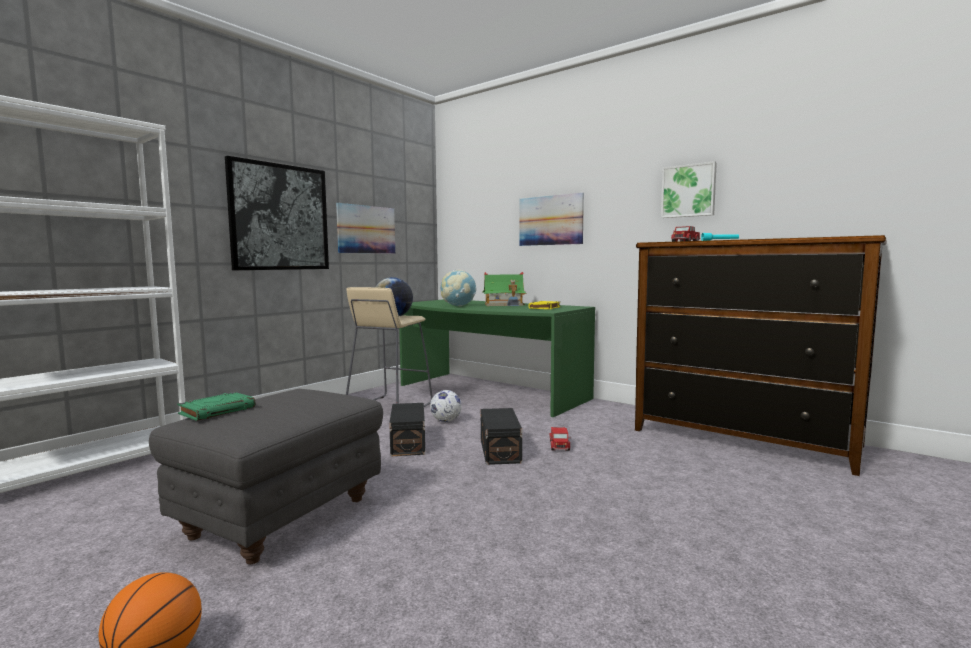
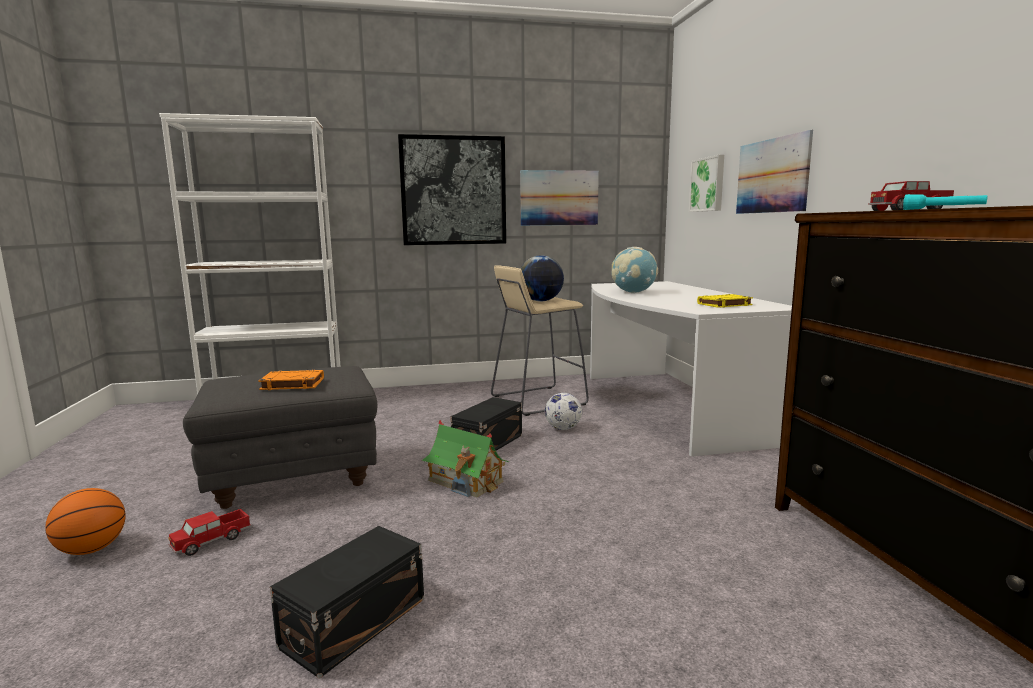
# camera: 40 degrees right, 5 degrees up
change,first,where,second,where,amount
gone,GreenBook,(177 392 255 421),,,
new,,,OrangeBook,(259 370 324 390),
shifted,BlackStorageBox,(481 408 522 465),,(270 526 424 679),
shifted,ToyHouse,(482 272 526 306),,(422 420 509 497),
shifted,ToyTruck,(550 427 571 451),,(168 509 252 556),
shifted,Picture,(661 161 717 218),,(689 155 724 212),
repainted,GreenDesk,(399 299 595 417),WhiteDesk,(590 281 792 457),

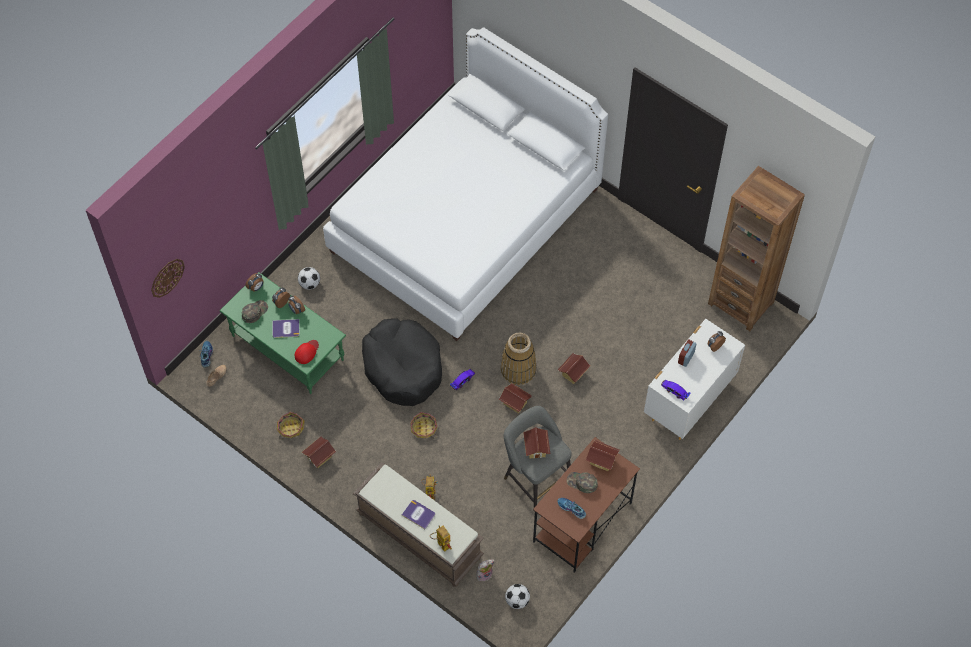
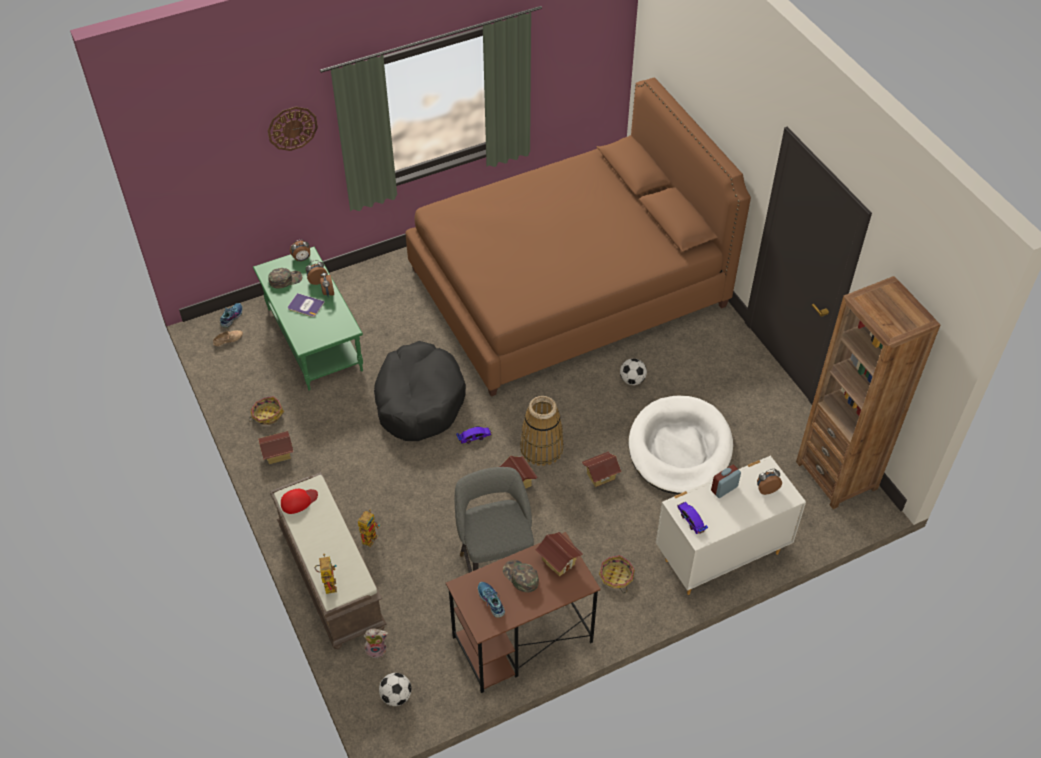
# camera: 25 degrees right, 10 degrees down
change,first,where,second,where,amount
gone,Book,(402 500 435 529),,,
gone,ToyHouse,(523 427 550 459),,,
new,,,WhiteDogBed,(629 396 733 494),
shifted,WallClock,(151 259 185 298),,(268 107 318 151),
shifted,RedCap,(295 340 319 364),,(281 489 318 514),
shifted,Football,(298 267 320 290),,(620 358 647 385),
shifted,Basket,(410 412 438 439),,(599 555 635 593),
repainted,WhiteBed,(323 27 608 341),BrownBed,(406 78 751 397),

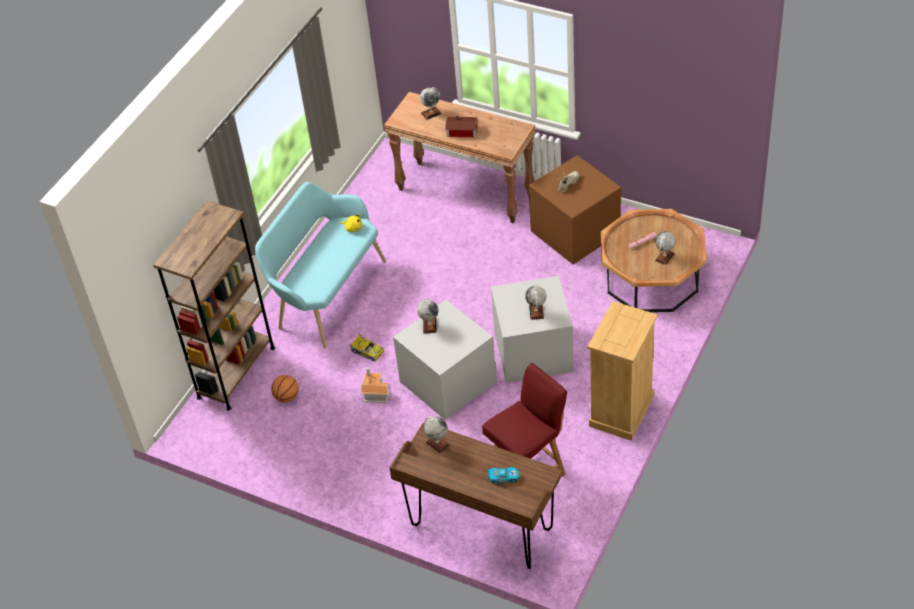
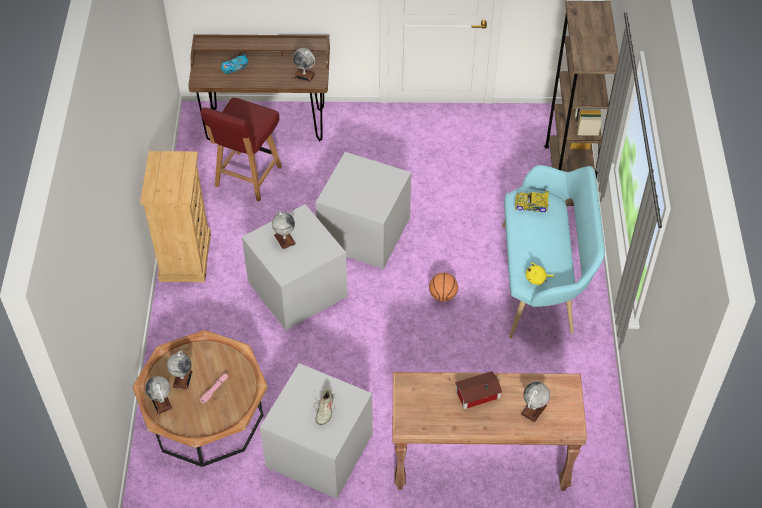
# camera: 150 degrees right, 5 degrees up
change,first,where,second,where,amount
gone,ToyHouse,(361 367 389 402),,,
shifted,Basketball,(271 375 299 402),,(429 273 458 302),
shifted,ToyCar,(350 334 384 362),,(515 191 550 212),
shifted,Globe,(417 297 438 334),,(145 376 173 414),
repainted,BrownStorageBox,(529 155 621 264),GreyStorageBox,(260 363 373 498),

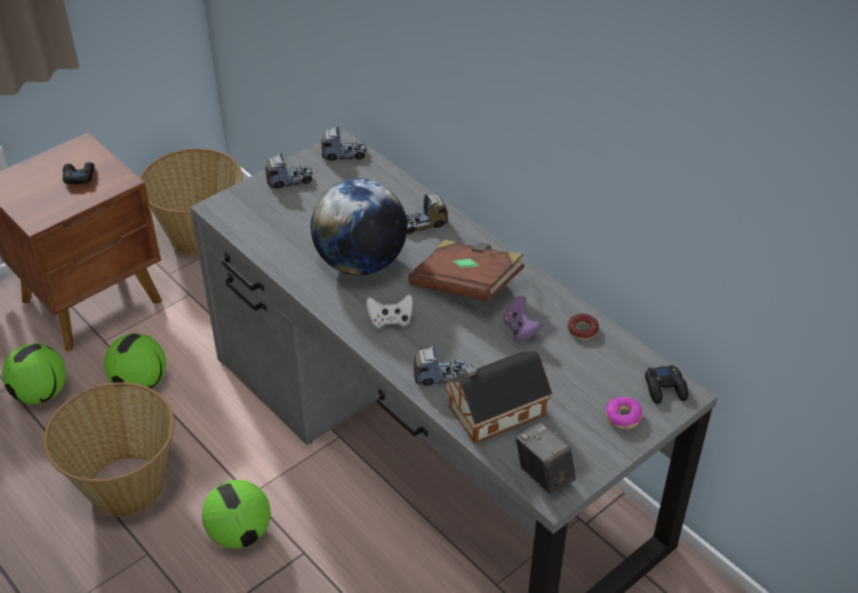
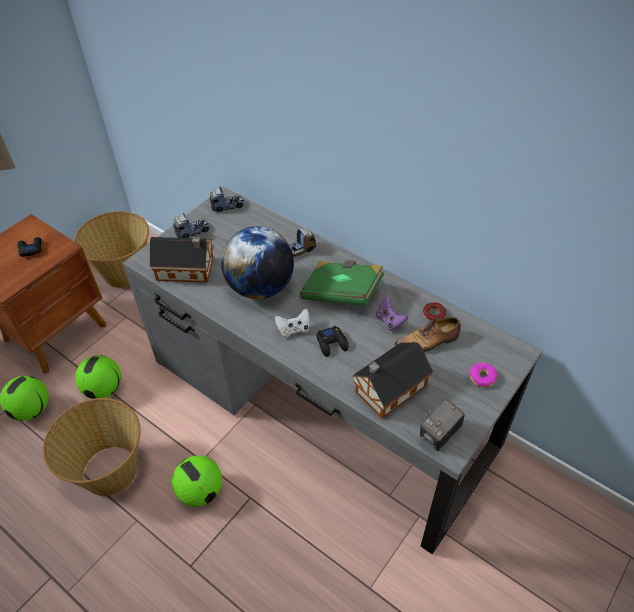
# camera: 10 degrees left, 5 degrees up
change,first,where,second,where,amount
gone,ToyTruck,(413 345 467 386),,,
new,,,ToyHouse,(150 237 214 282),
new,,,Shoe,(395 317 461 352),
shifted,BlackGameController,(645 365 688 404),,(316 326 348 357),
repainted,BrownBook,(408 240 524 302),GreenBook,(300 260 384 306),
rotated,PhotoCamera,(516 422 576 495),,(420 398 465 451),90 degrees counterclockwise

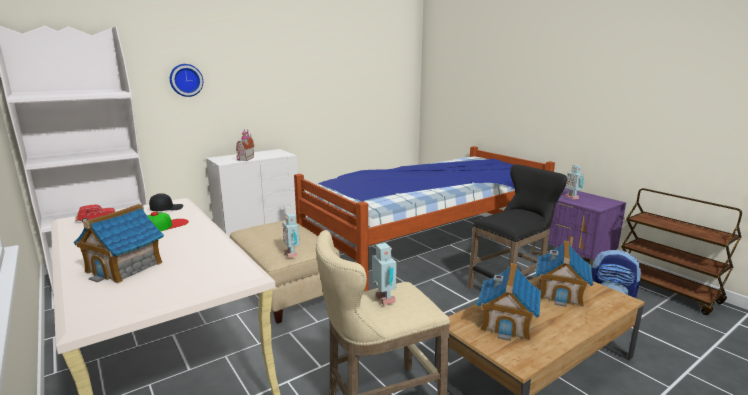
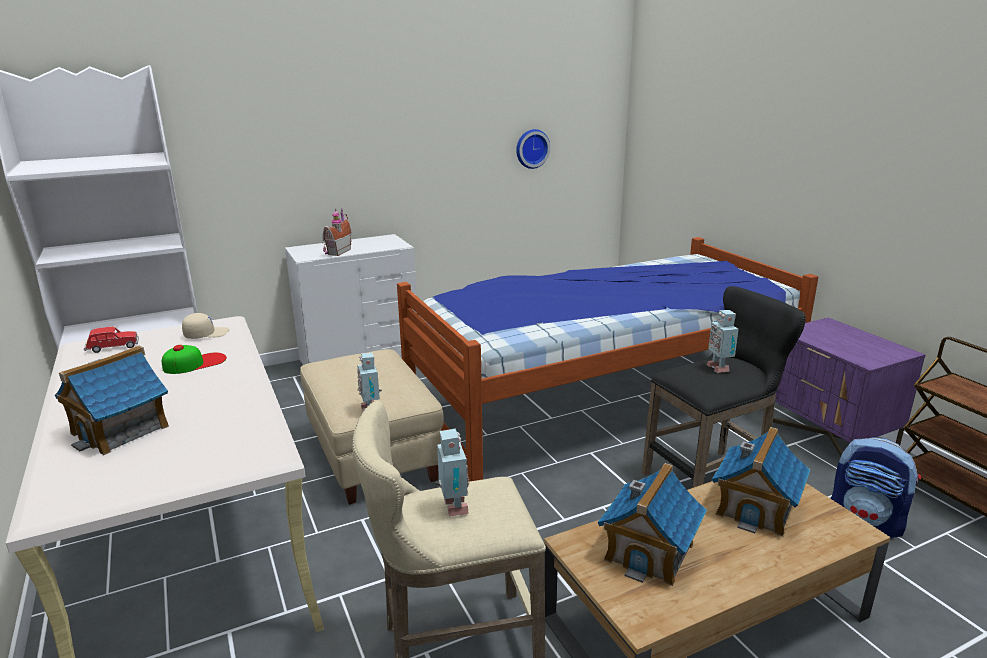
# camera: 10 degrees right, 5 degrees up
change,first,where,second,where,amount
shifted,WallClock,(170 64 203 97),,(516 129 550 169),
shifted,ToyRobot,(565 165 584 199),,(707 310 739 373),
repainted,BlackCap,(149 193 183 211),BeigeCap,(182 313 229 339),

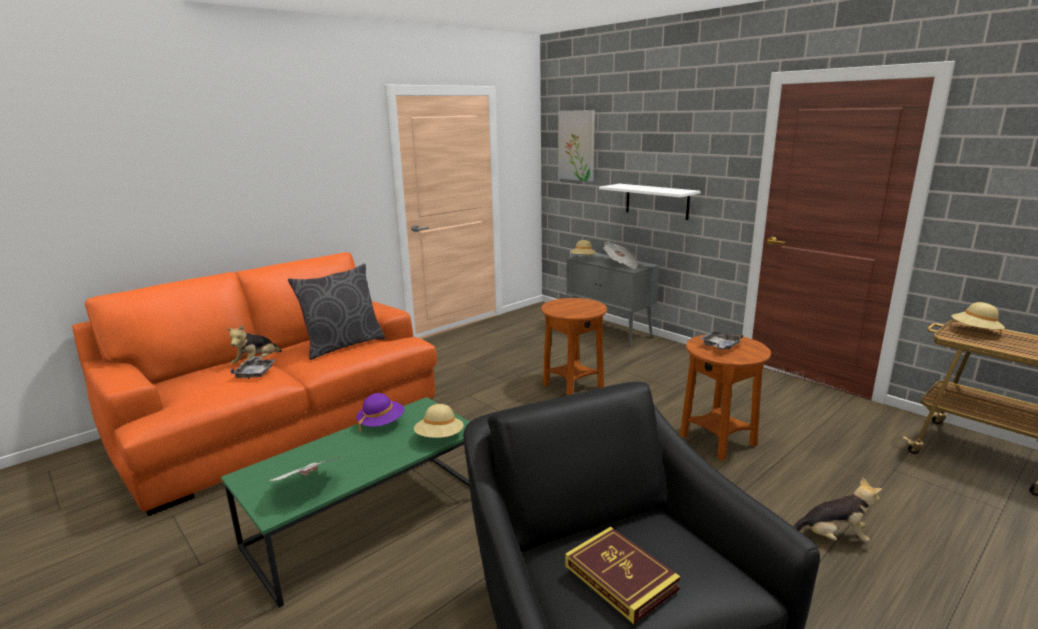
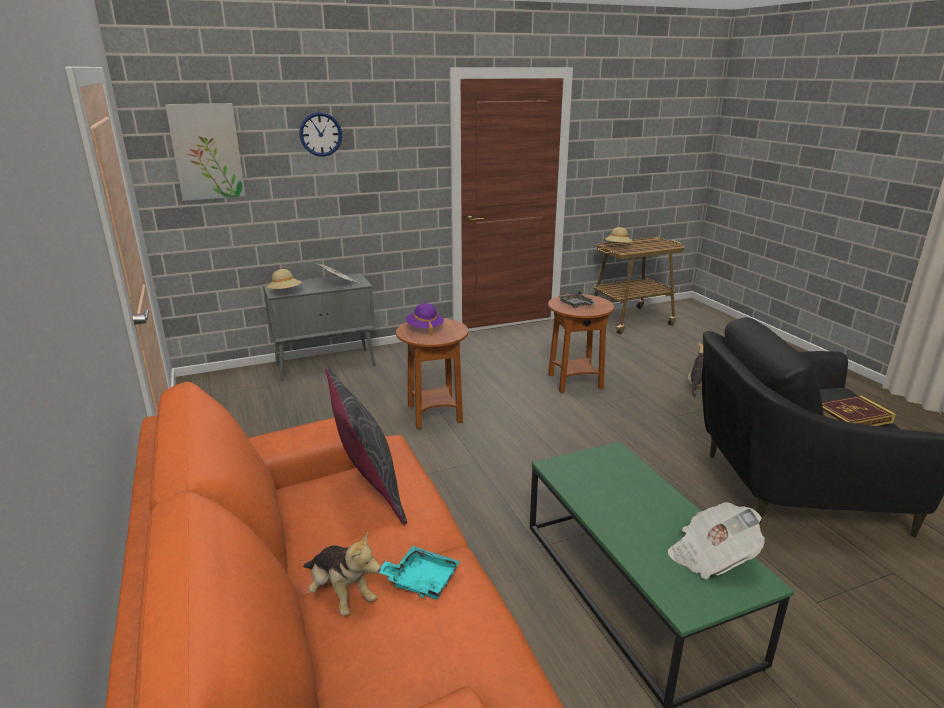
# camera: 70 degrees left, 5 degrees up
change,first,where,second,where,amount
gone,BeigeHat,(414 404 464 438),,,
gone,WhiteShelf,(599 184 701 220),,,
new,,,WallClock,(299 112 342 157),
shifted,PurpleHat,(356 393 404 433),,(406 303 444 335),
repainted,GreyTray,(231 356 276 379),TurquoiseTray,(378 546 460 600),

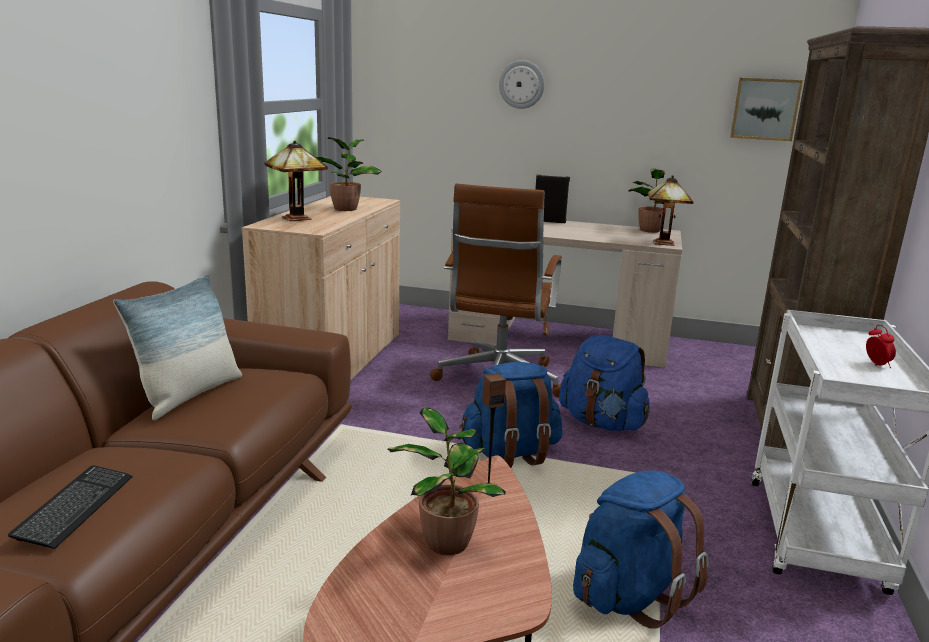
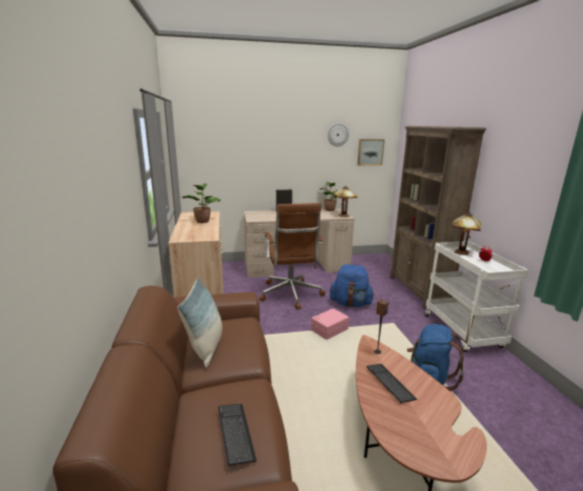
# camera: 25 degrees left, 0 degrees up
change,first,where,second,where,amount
shifted,TableLamp,(264 140 328 221),,(451 212 481 255),
shifted,WallClock,(499 60 544 109),,(328 123 349 146),
swapped,PottedPlant,(388 408 506 555),Keyboard,(366 364 418 404),
swapped,BlueBackpack,(459 362 563 468),PinkStorageBox,(311 308 349 340),

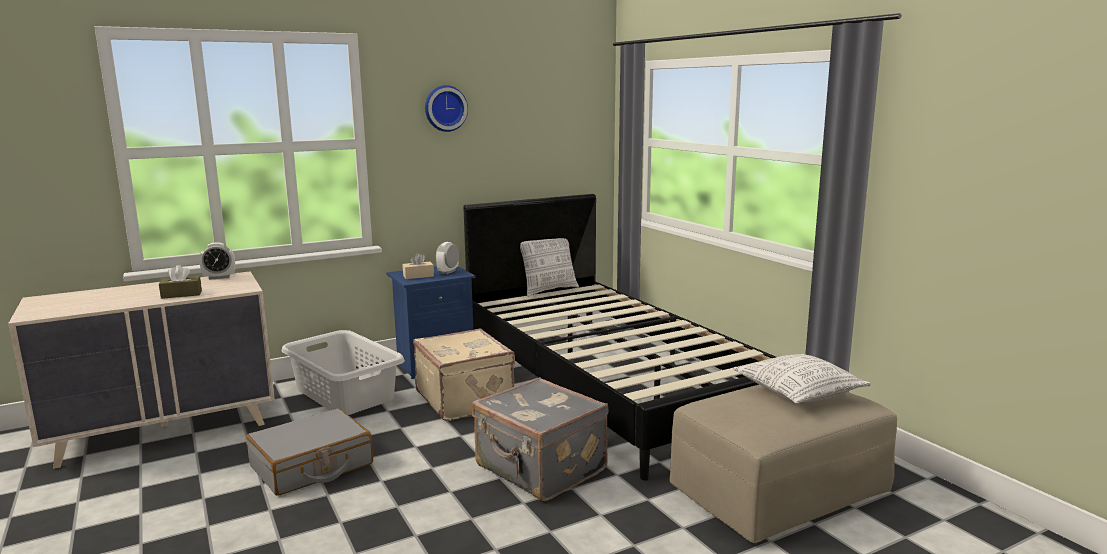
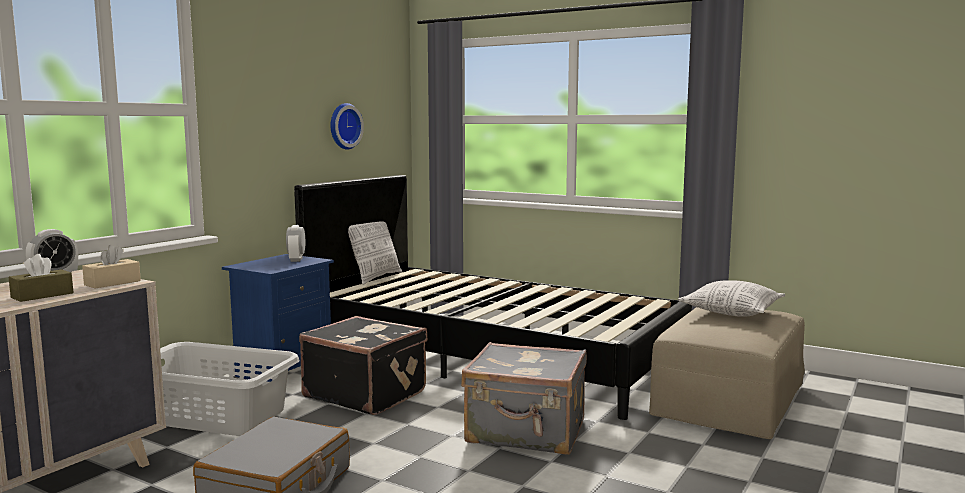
# camera: 30 degrees left, 5 degrees down
change,first,where,second,where,amount
shifted,BeigeTissueBox,(403 253 434 279),,(82 245 141 289),
shifted,WallClock,(425 85 468 132),,(330 103 364 149),
repainted,BeigeSuitcase,(413 329 515 421),BlackSuitcase,(299 316 427 415),

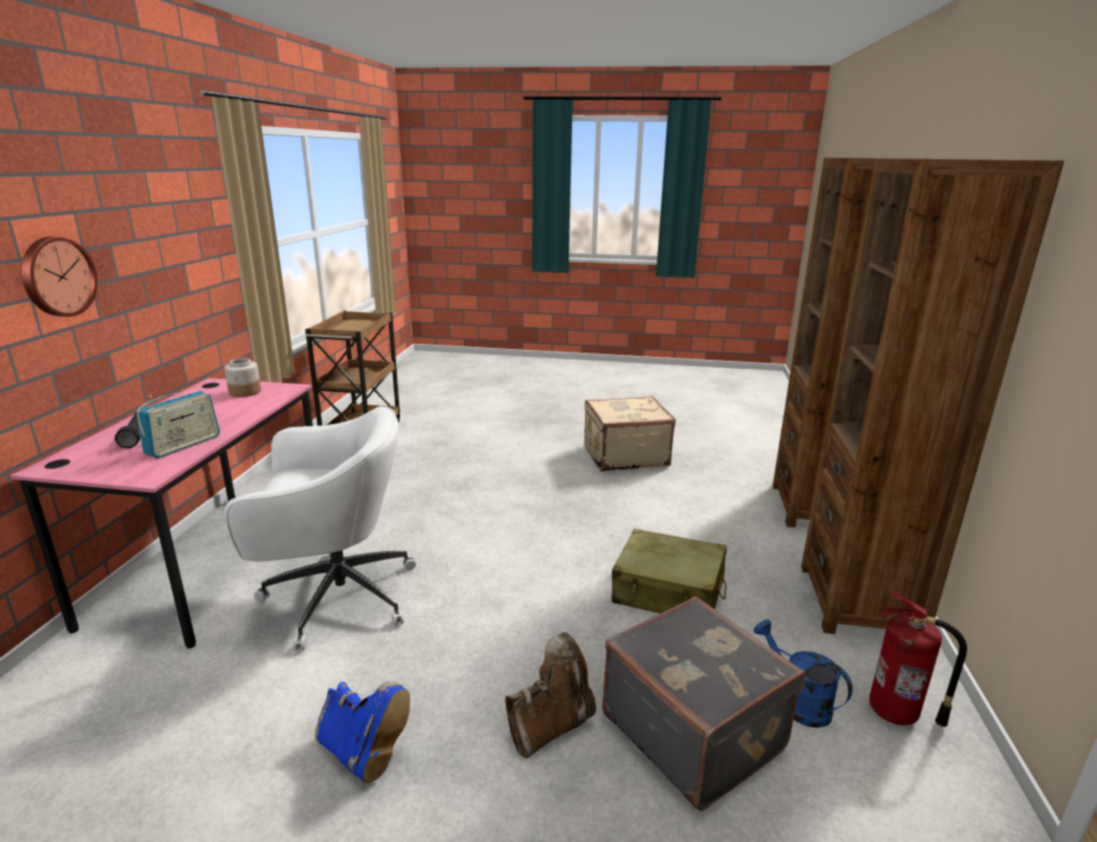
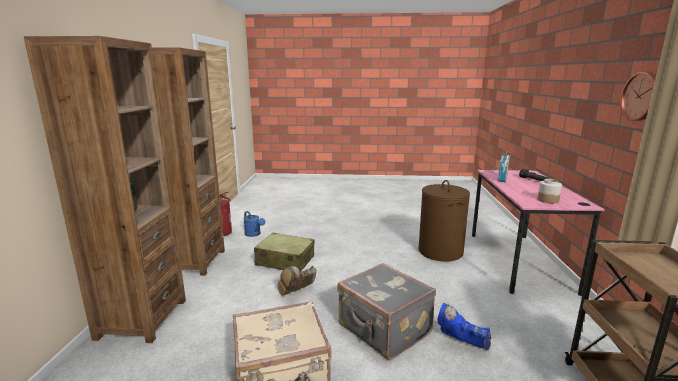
# camera: 175 degrees right, 5 degrees down
change,first,where,second,where,amount
shifted,WallClock,(21 237 98 317),,(620 72 656 121),
shifted,BlueBoot,(315 681 410 783),,(438 303 491 350),
shifted,BrownBoot,(505 632 596 758),,(278 266 317 295),
shifted,GreySuitcase,(602 596 805 811),,(337 263 436 360),
swapped,WhiteOfficeChair,(224 406 416 650),BrownLaundryBasket,(419 180 470 262),

